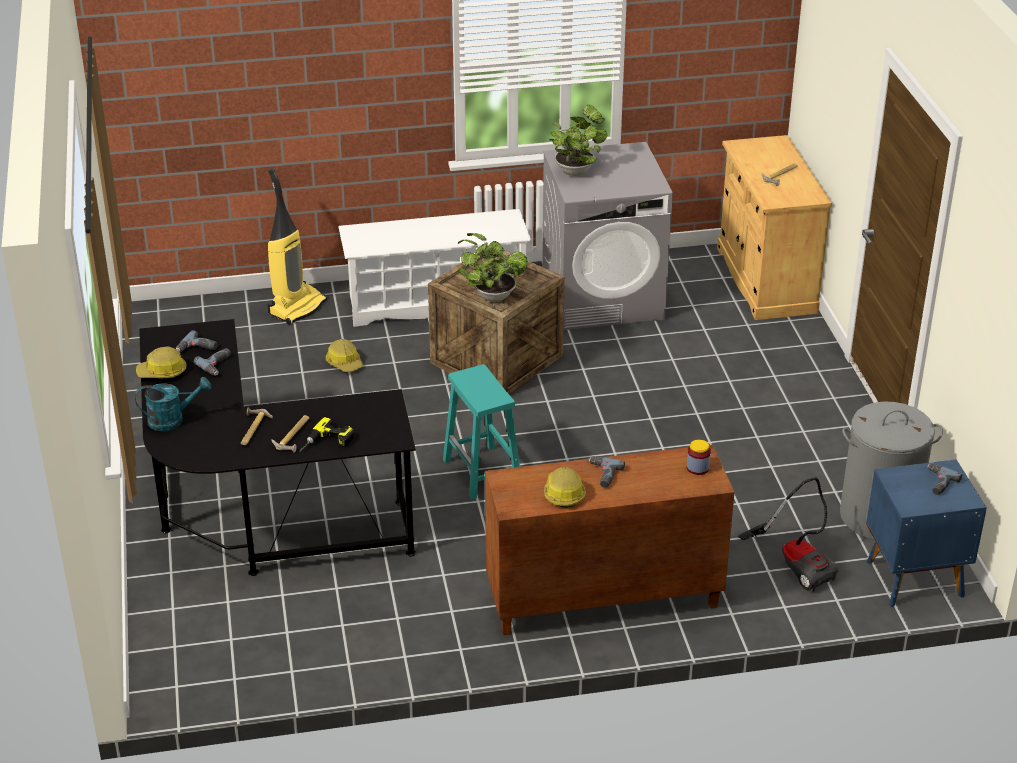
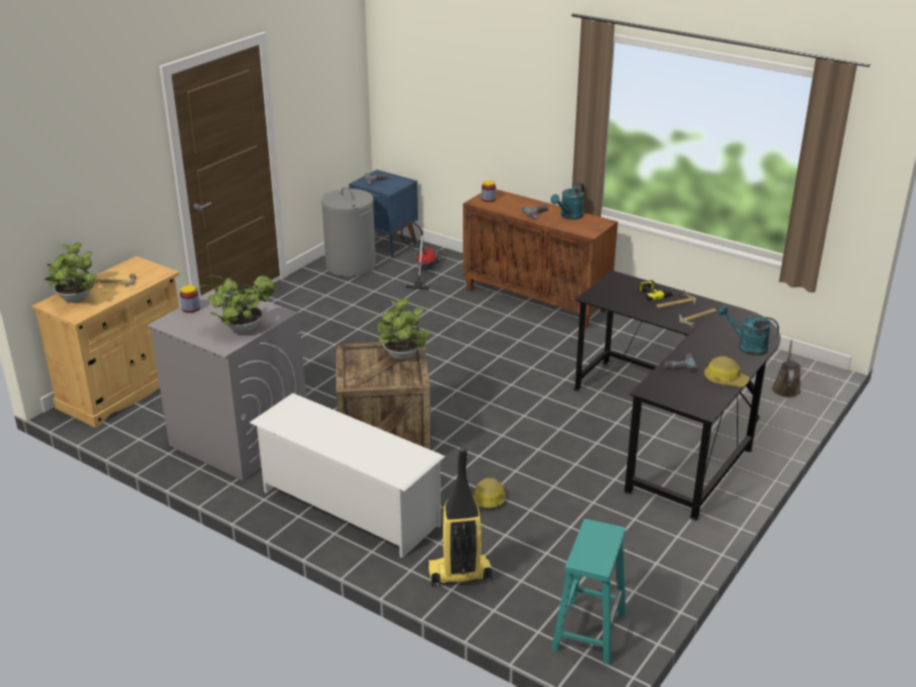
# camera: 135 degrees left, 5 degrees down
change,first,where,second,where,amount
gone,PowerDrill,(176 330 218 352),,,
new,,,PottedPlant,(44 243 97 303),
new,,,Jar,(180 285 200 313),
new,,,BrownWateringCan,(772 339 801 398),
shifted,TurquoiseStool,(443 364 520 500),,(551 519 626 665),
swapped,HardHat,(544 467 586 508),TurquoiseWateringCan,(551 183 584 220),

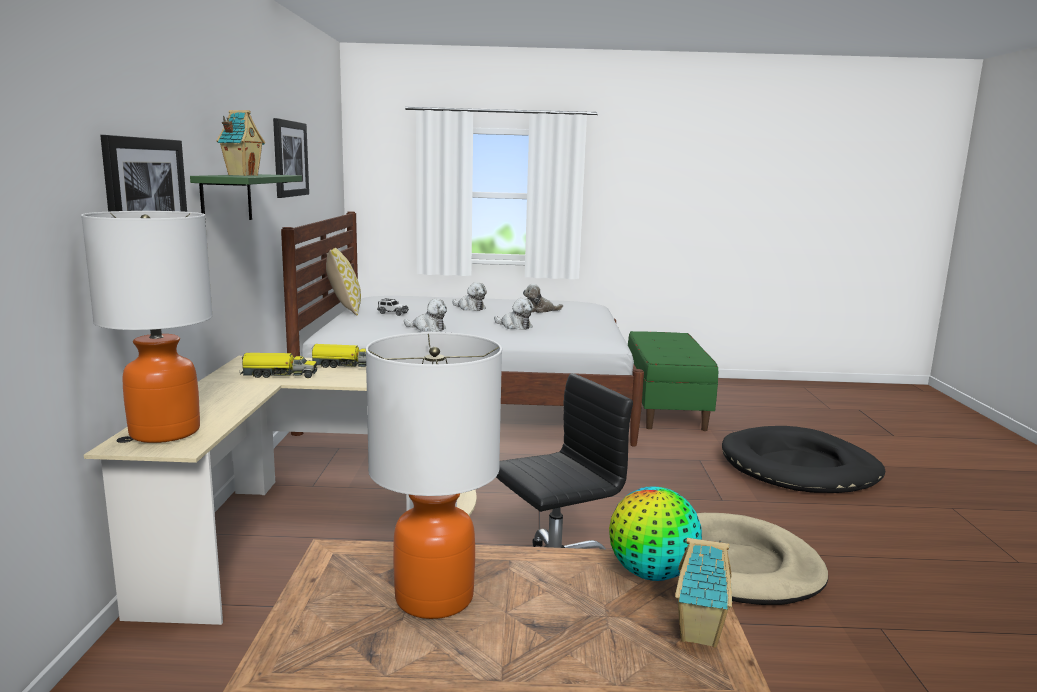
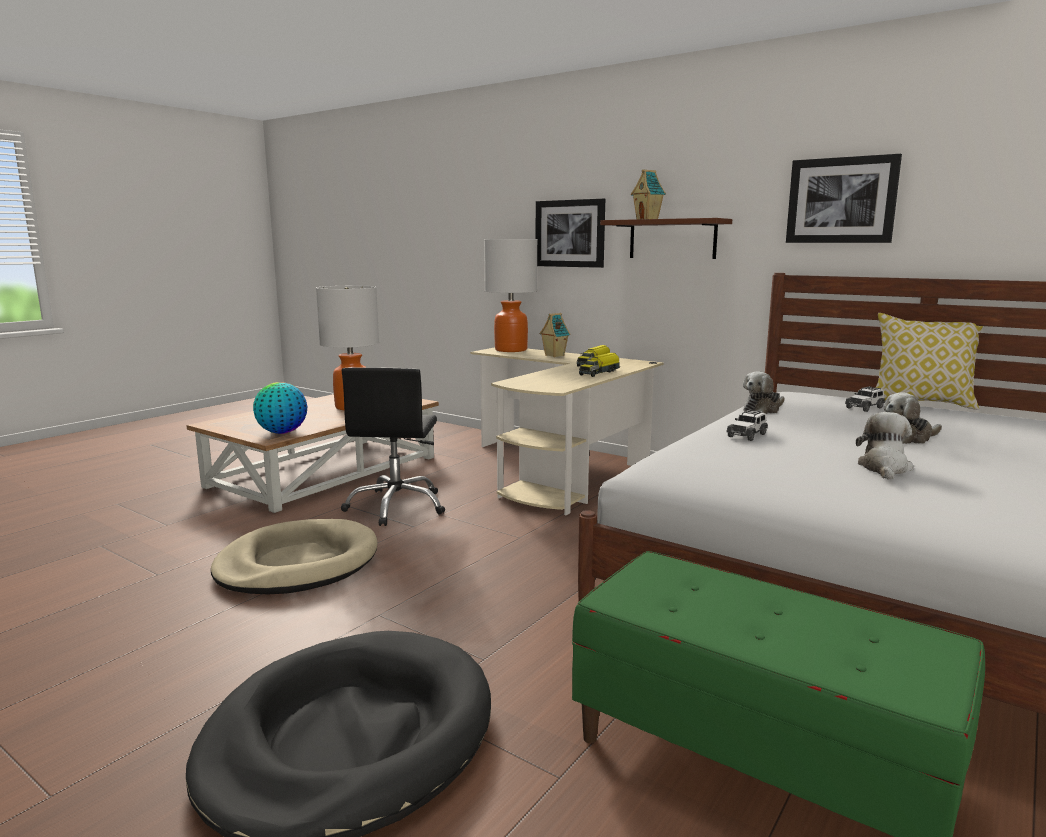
# camera: 125 degrees right, 0 degrees up
change,first,where,second,where,amount
shifted,ToyHouse,(675 538 732 648),,(539 313 570 357),
swapped,PlushToy,(494 298 534 330),ToyCar,(726 409 768 441),
repainted,GreenShelf,(190 174 302 221),BrownShelf,(600 218 732 259),

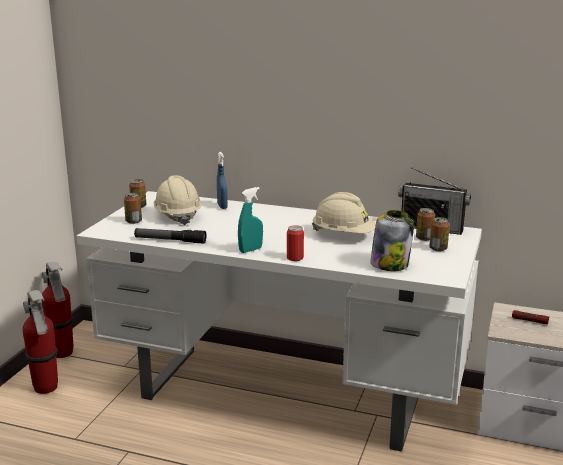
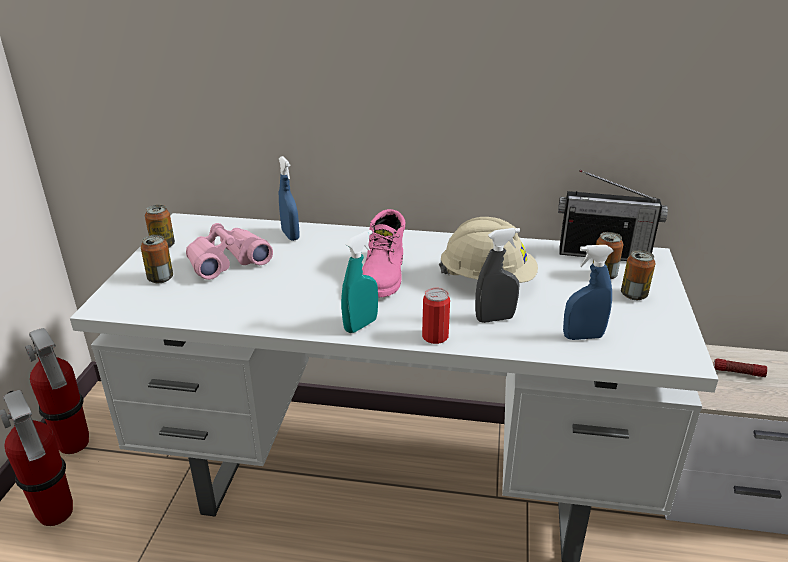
# camera: 10 degrees left, 10 degrees up
change,first,where,second,where,amount
gone,Flashlight,(134 228 206 244),,,
new,,,PinkBoot,(362 209 405 297),
new,,,GreySprayBottle,(475 228 520 323),
swapped,BeigeHardHat,(154 175 201 226),PinkBinoculars,(186 223 273 280),
swapped,Jar,(370 210 414 271),BlueSprayBottle,(563 245 613 340),

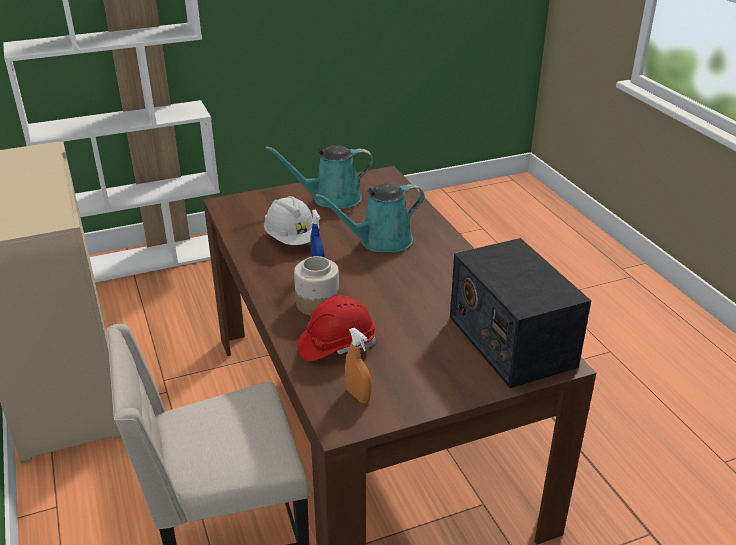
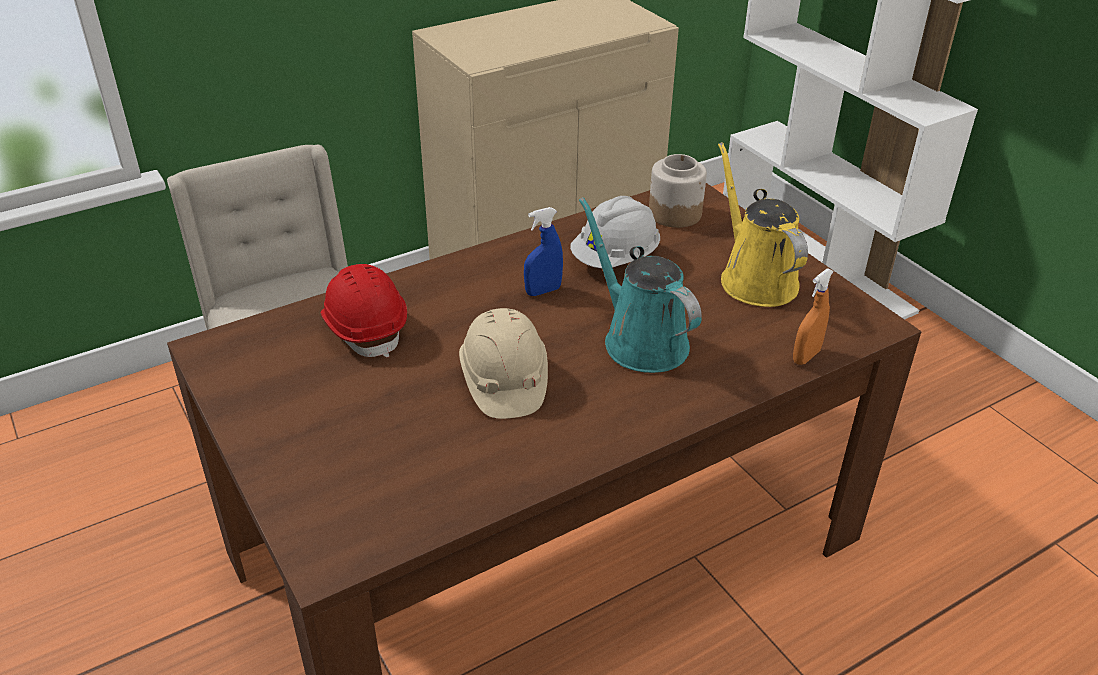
# camera: 80 degrees right, 5 degrees up
change,first,where,second,where,amount
gone,Radio,(450 238 591 388),,,
new,,,BeigeHardHat,(459 308 548 419),
shifted,Jar,(294 256 339 316),,(649 154 707 228),
shifted,OrangeSprayBottle,(345 328 371 403),,(793 268 834 365),
repainted,TurquoiseWateringCan,(265 145 373 209),YellowWateringCan,(718 142 808 307),

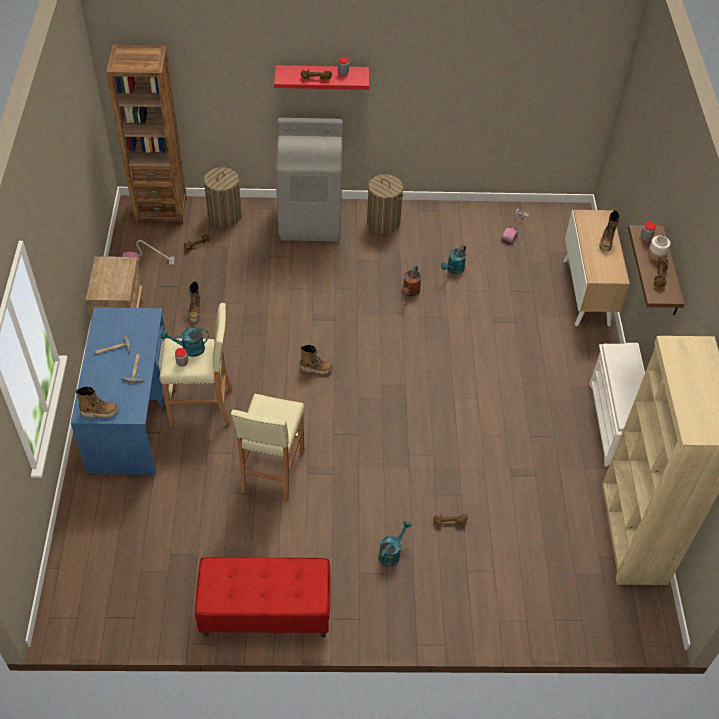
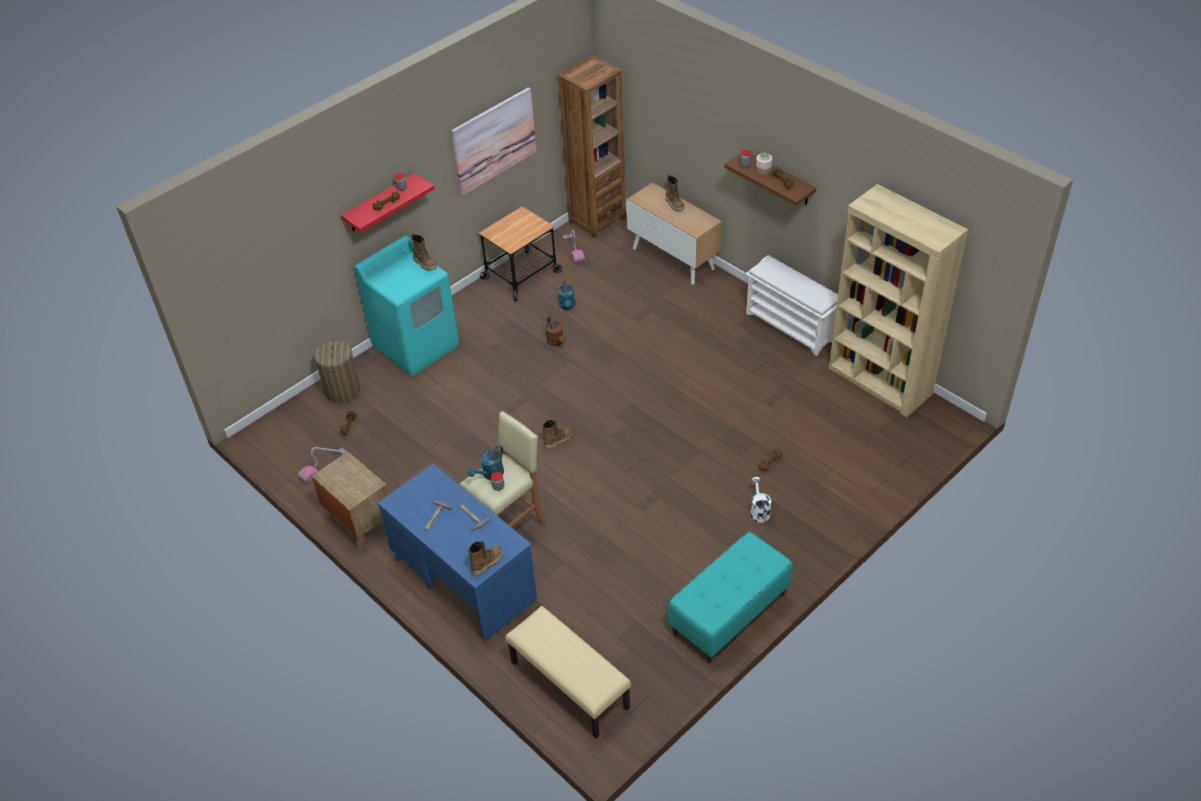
# camera: 40 degrees left, 5 degrees down
change,first,where,second,where,amount
gone,BeigeStool,(231 394 305 502),,,
gone,LaundryBasket,(367 174 405 234),,,
new,,,Picture,(451 87 536 195),
new,,,Cart,(479 206 562 301),
new,,,BeigeBench,(505 606 631 738),
shifted,BrownBookcase,(106 45 187 225),,(558 56 626 238),
shifted,Boot,(188 280 201 322),,(411 233 437 271),
repainted,RedBench,(195 557 331 638),TurquoiseBench,(668 531 793 664),
repainted,GreyWashingMachine,(275 118 343 241),TurquoiseWashingMachine,(354 236 459 376),
repainted,TurquoiseWateringCan,(378 521 411 567),WhiteWateringCan,(751 477 771 523),

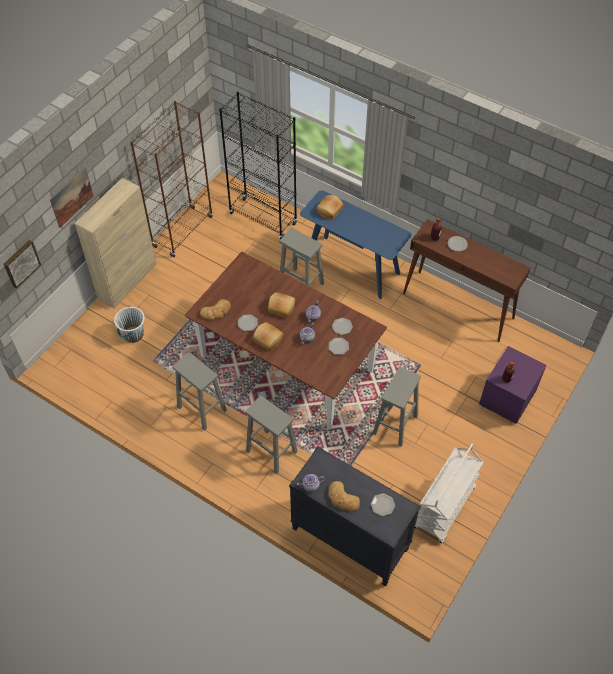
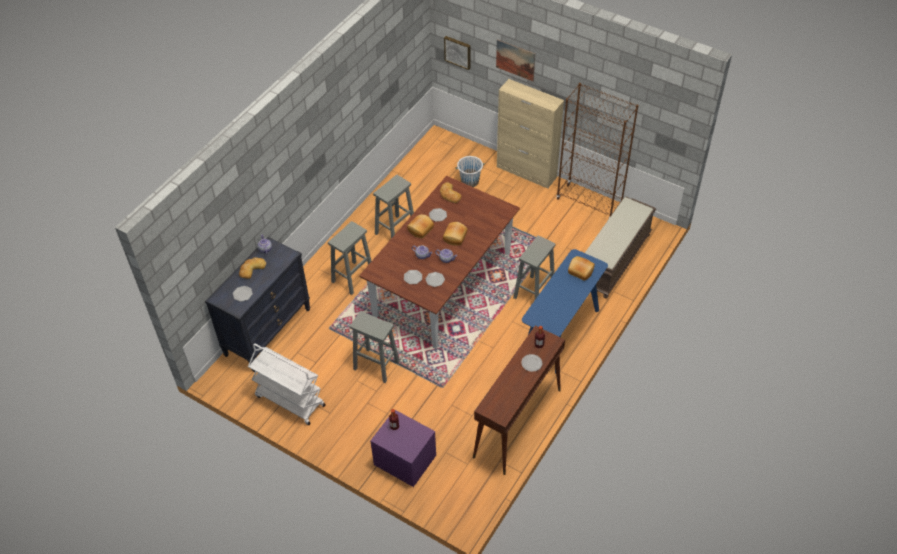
# camera: 90 degrees right, 5 degrees down
change,first,where,second,where,amount
swapped,BlackBookcase,(219 92 297 239),BrownBench,(585 196 656 298),

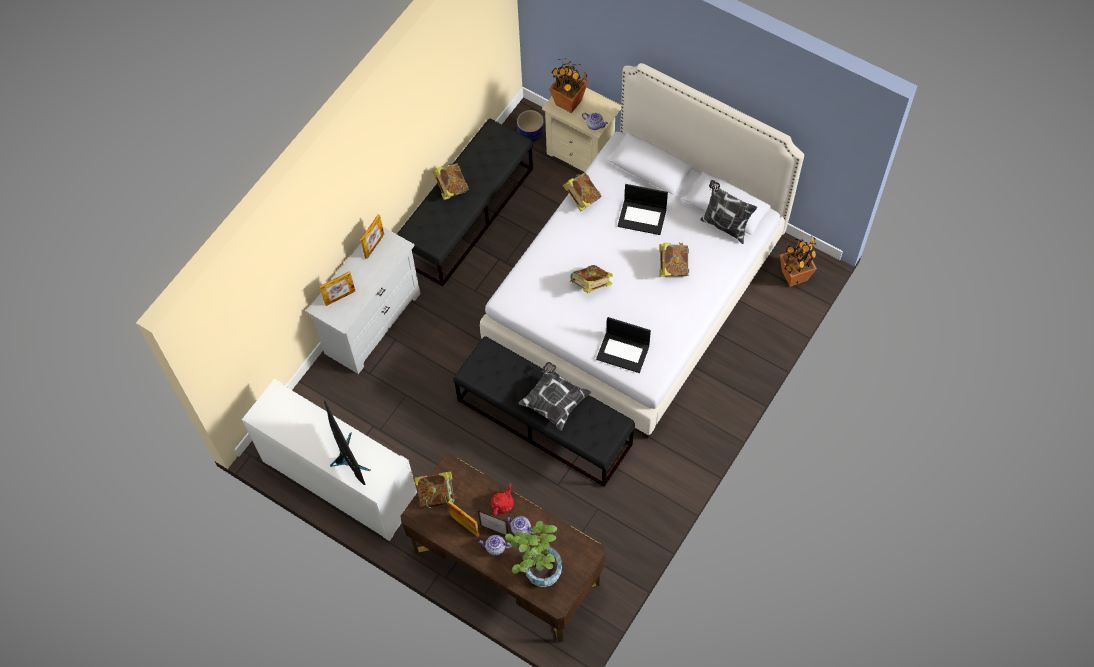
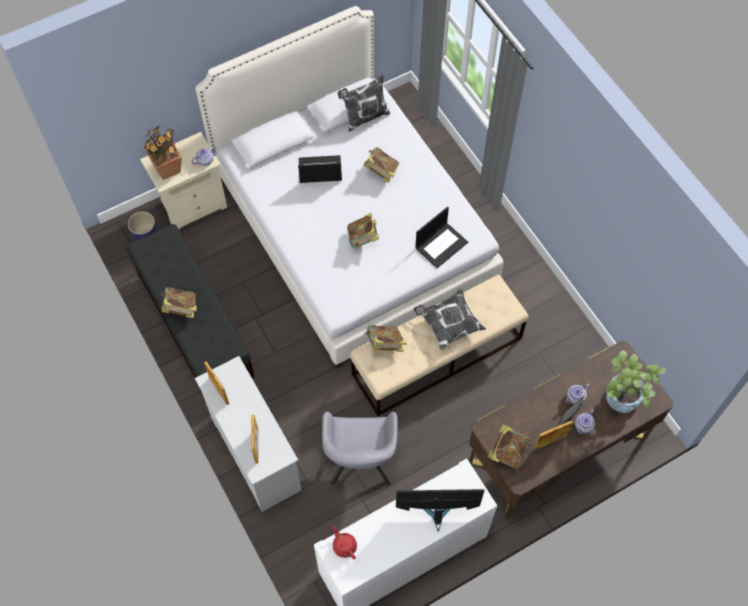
# camera: 65 degrees left, 0 degrees up
change,first,where,second,where,amount
gone,PottedPlant,(780 236 818 287),,,
new,,,GreyArmchair,(322 412 398 485),
shifted,RedTeapot,(491 483 514 516),,(333 526 357 559),
shifted,Book,(563 173 602 212),,(365 325 407 352),
repainted,BlackBench,(453 336 635 487),BeigeBench,(350 275 528 416),
rotated,Laptop,(618 184 668 235),,(298 155 342 183),135 degrees counterclockwise

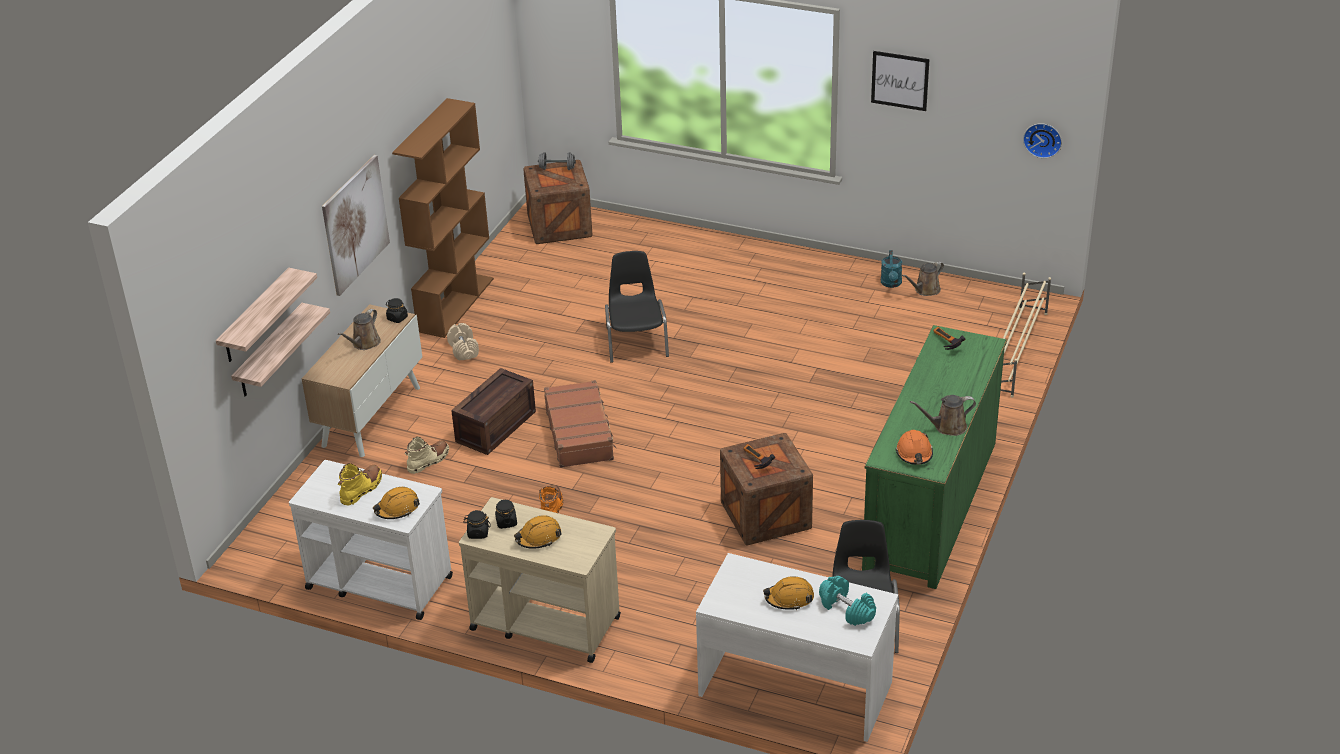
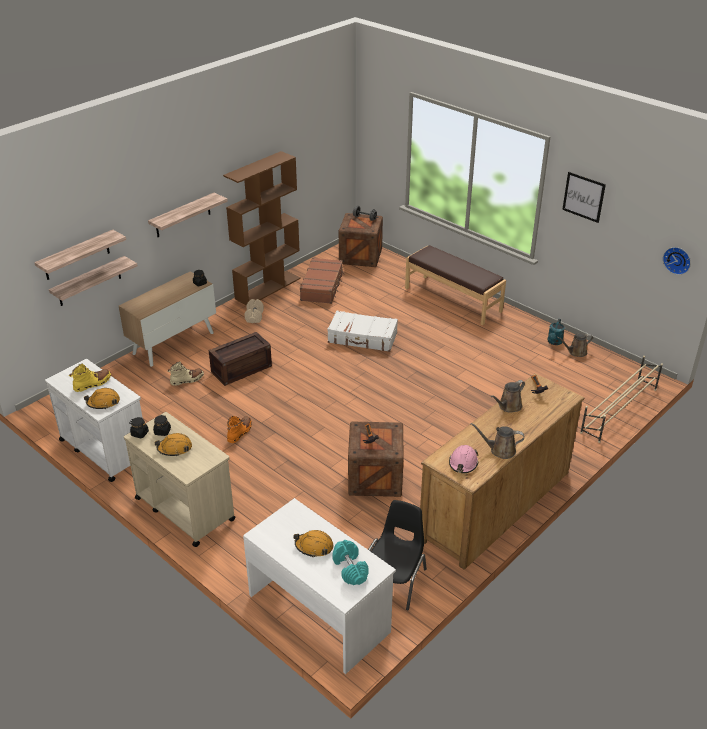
# camera: 20 degrees right, 0 degrees up
change,first,where,second,where,amount
new,,,BrownBench,(405 245 506 325),
shifted,BrownWateringCan,(338 309 381 350),,(490 380 525 413),
shifted,BrownSuitcase,(544 380 616 468),,(300 258 344 304),
swapped,Picture,(322 155 390 296),Shelf,(148 192 228 237),
swapped,BlackChair,(605 251 669 363),WhiteSuitcase,(327 311 398 352),
repainted,GreenDresser,(862 325 1007 589),BrownDresser,(420 373 584 570),
repainted,OrangeHardHat,(896 430 933 465),PinkHardHat,(449 445 479 473),

